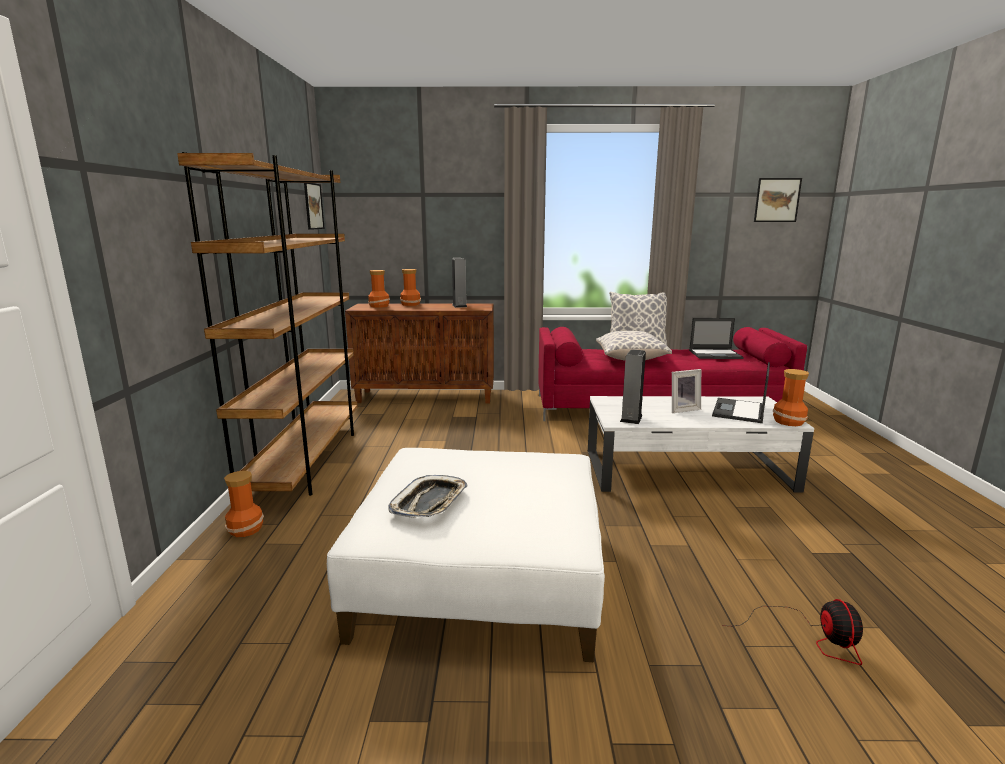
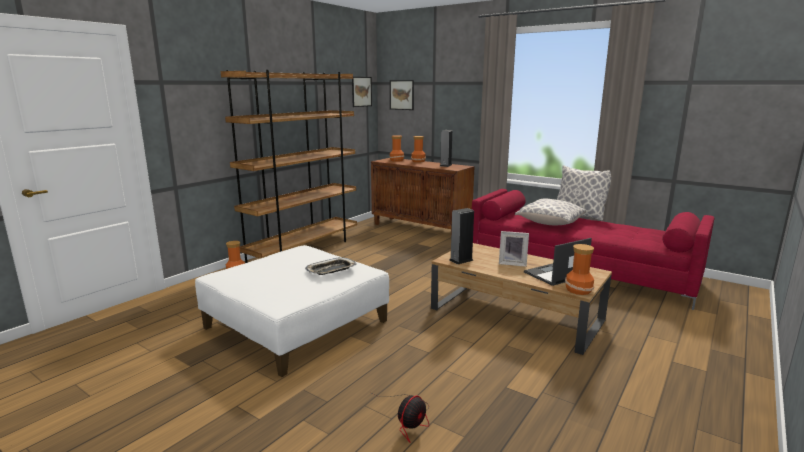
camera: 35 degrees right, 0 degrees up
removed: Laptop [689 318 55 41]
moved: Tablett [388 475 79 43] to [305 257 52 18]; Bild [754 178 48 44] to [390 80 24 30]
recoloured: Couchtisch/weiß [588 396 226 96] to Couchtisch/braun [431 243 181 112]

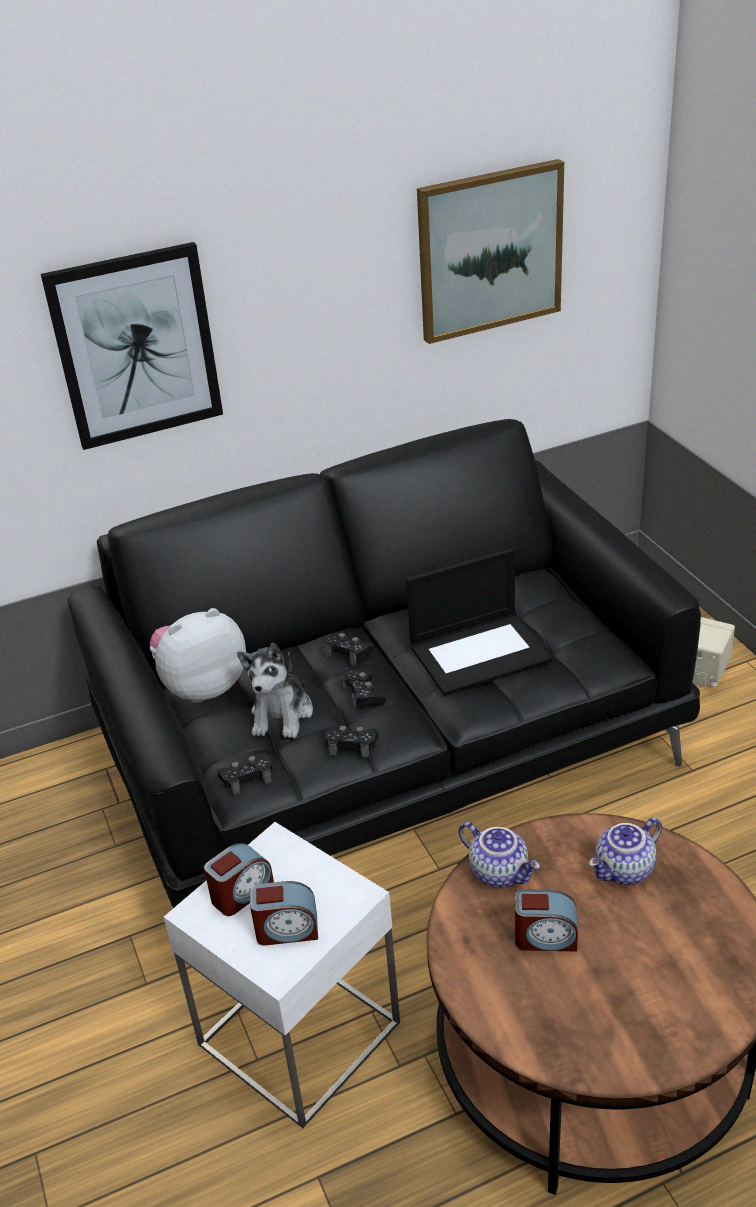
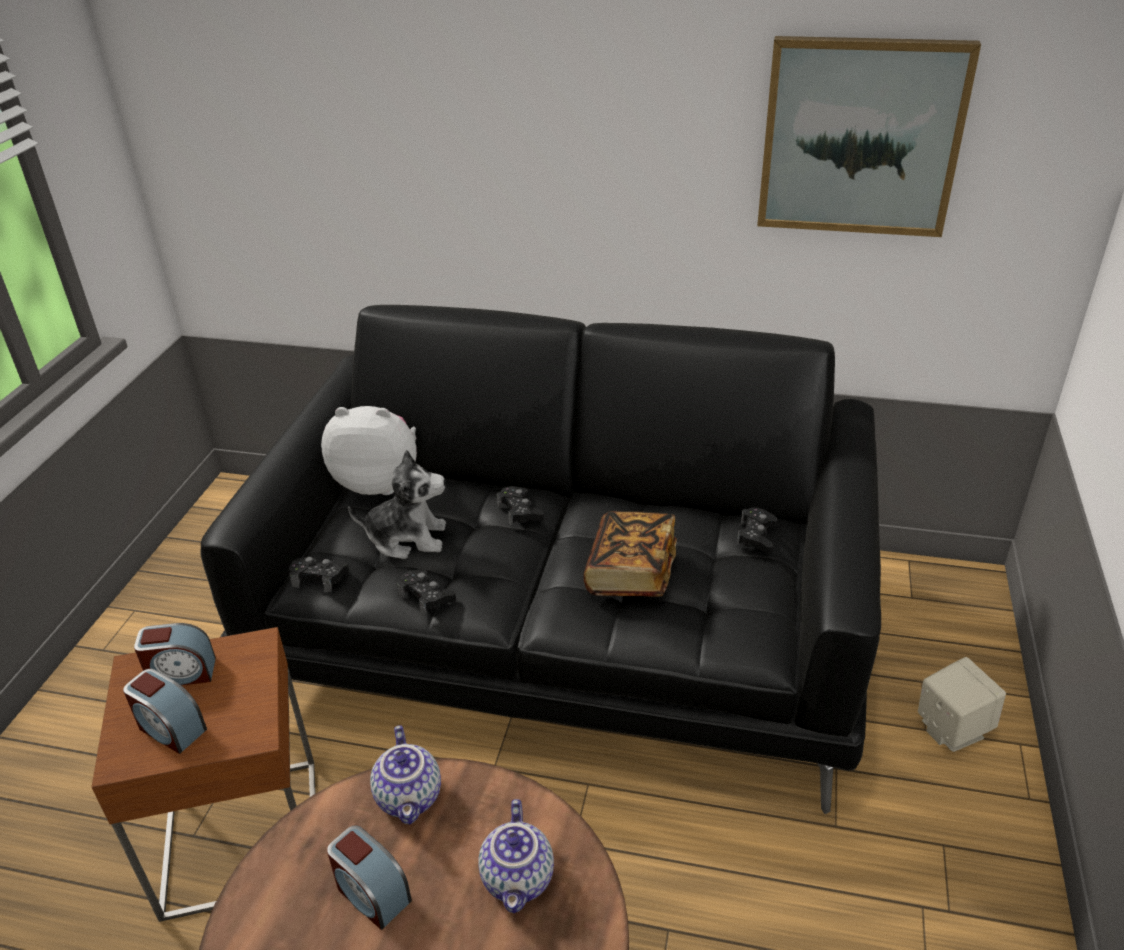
camera: 35 degrees right, 0 degrees up
removed: Bild [41 242 182 208]
moved: Gamepad/schwarz [341 669 45 40] to [737 507 40 47]
replaced: Laptop [406 548 146 148] to Buch [584 511 93 86]
recoloured: Beistelltisch/weiß [164 822 236 306] to Beistelltisch/braun [92 627 224 295]
turned: Plüschtier [237 643 76 96] = [348 450 98 109] 135 degrees counterclockwise; Teekanne [589 817 73 68] = [478 799 76 114] 90 degrees counterclockwise

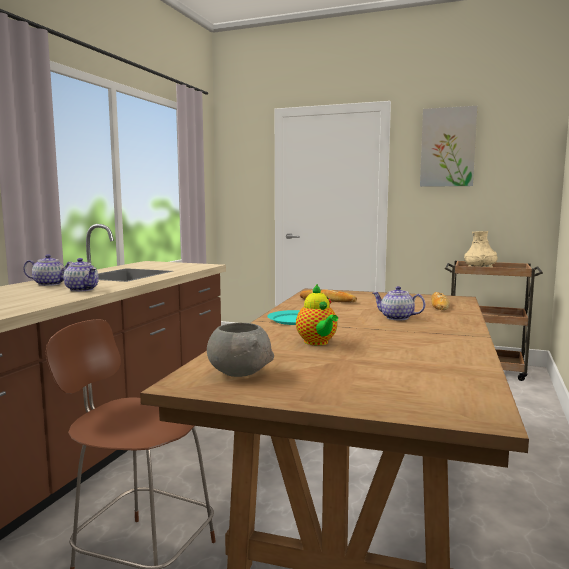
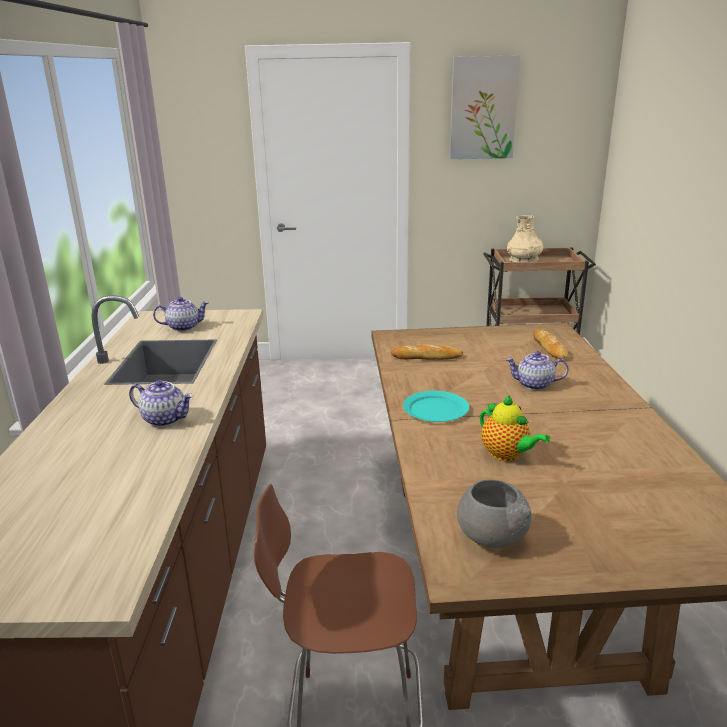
camera: 20 degrees left, 15 degrees up
moved: Teekanne [23 254 50 32] to [153 297 56 34]

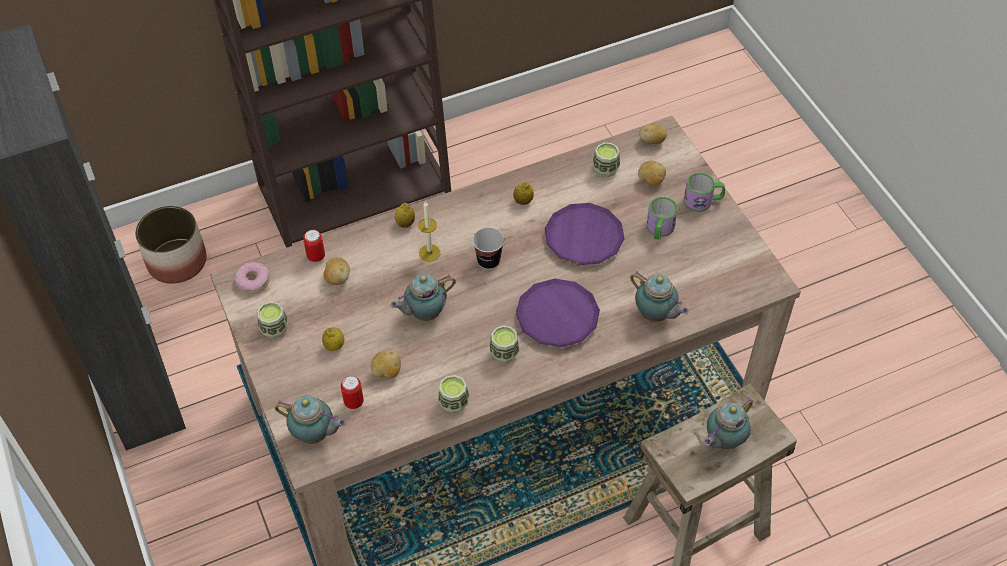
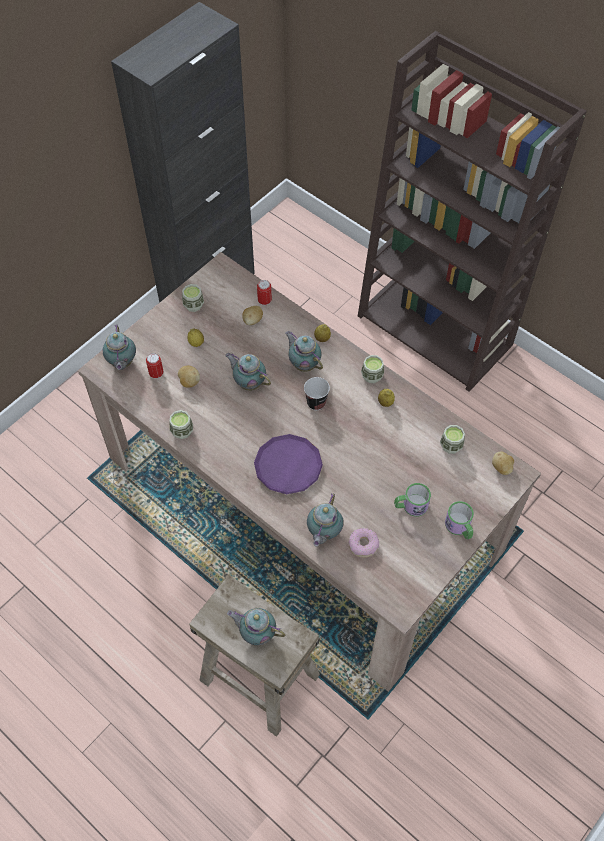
camera: 65 degrees right, 5 degrees up
removed: Pflanzkübel [135 206 72 78]; Teller/lila [545 203 80 62]; Kartoffel [638 161 28 25]
moved: Donut [235 262 35 32] to [348 528 31 30]; Tasse [490 325 29 38] to [361 355 23 28]
replaced: Kerze [418 201 22 61] to Teekanne [285 331 38 41]

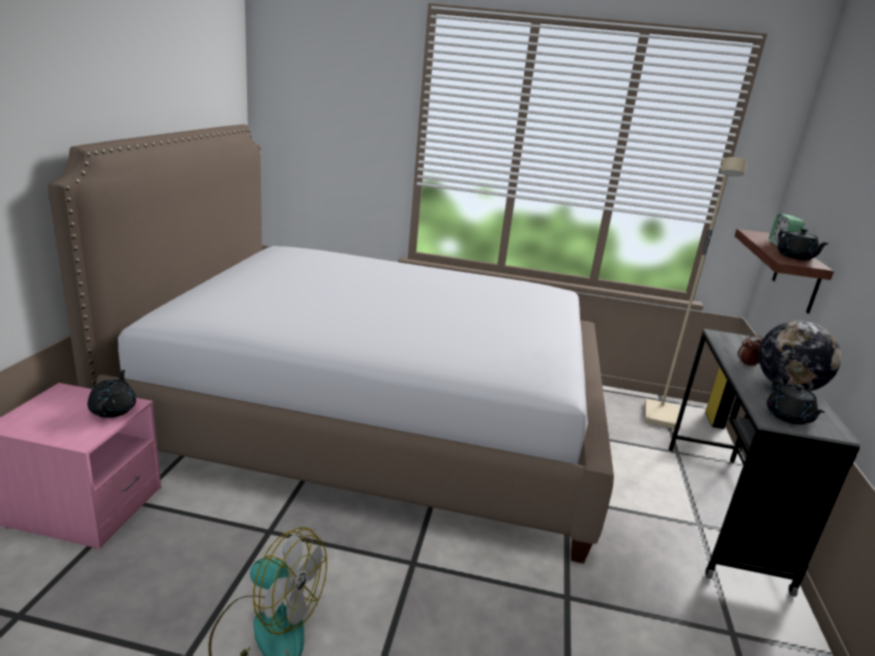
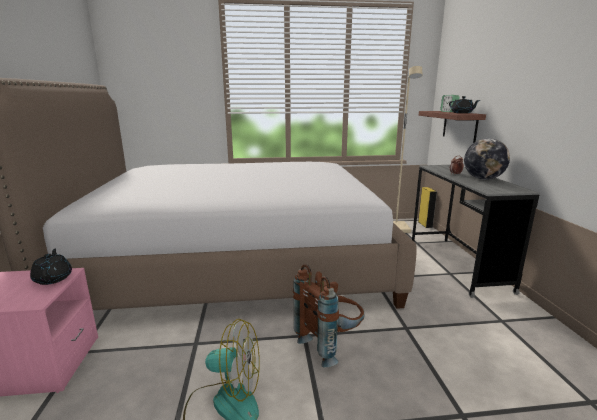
camera: 15 degrees left, 5 degrees down
removed: Teekanne/schwarz [767 381 58 44]
added: Rucksack/braun [293 264 71 103]

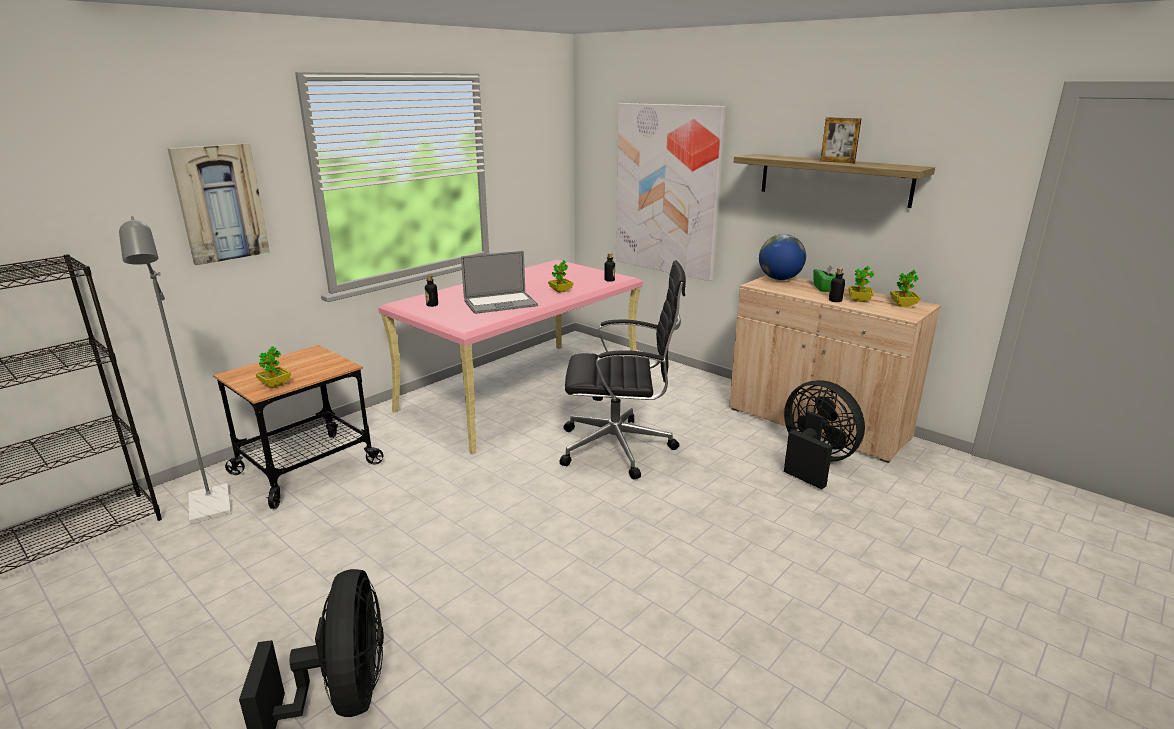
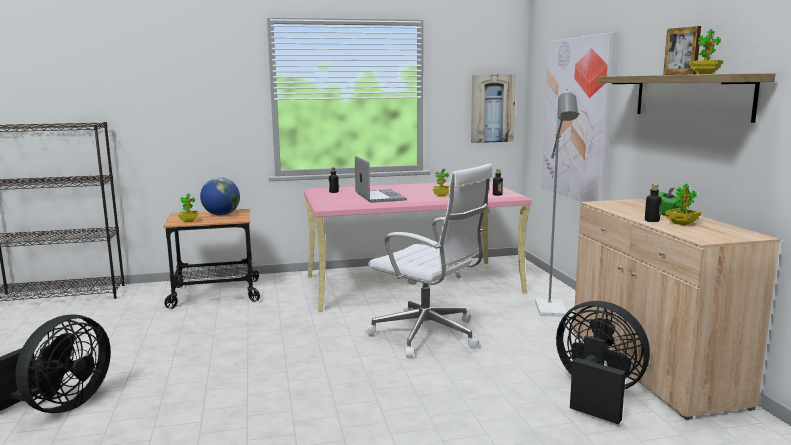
camera: 35 degrees right, 10 degrees down
moved: Stehlampe/grau [119 216 112 308] to [535 89 43 228]; Bild [167 143 103 122] to [471 74 45 69]; Globus [759 234 47 46] to [200 177 40 39]; Topfpflanze [890 270 31 37] to [689 29 34 45]
recoloured: Bürostuhl/schwarz [560 260 126 220] to Bürostuhl/weiß [365 164 128 194]
turned: Laptop [461 251 77 63] = [355 156 52 47] 120 degrees counterclockwise; Ventilator/schwarz [784 380 81 109] = [556 301 94 123] 45 degrees counterclockwise

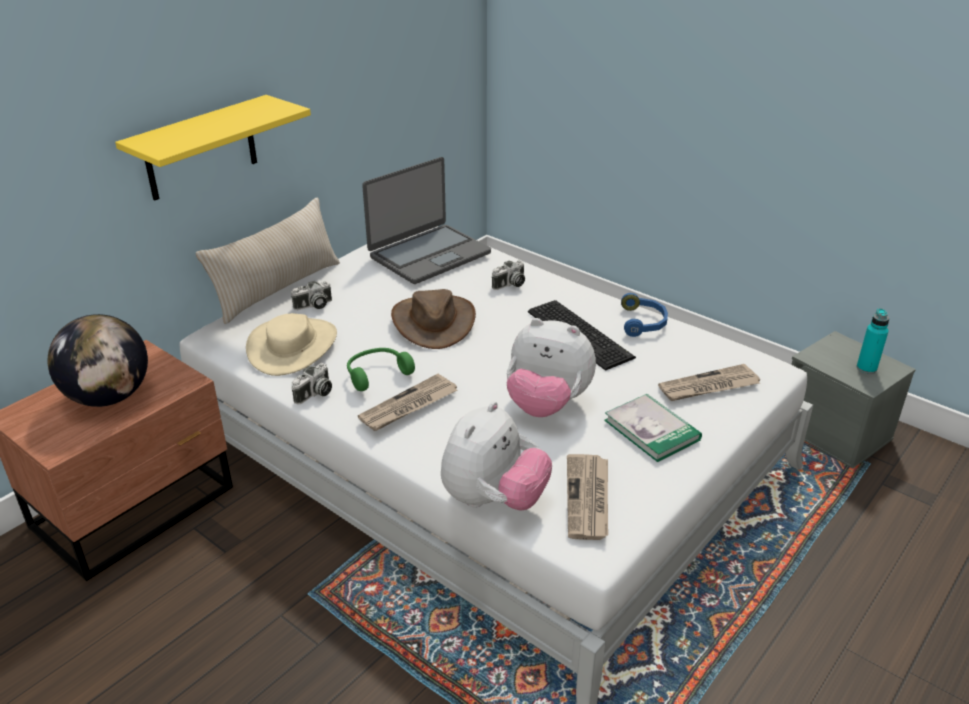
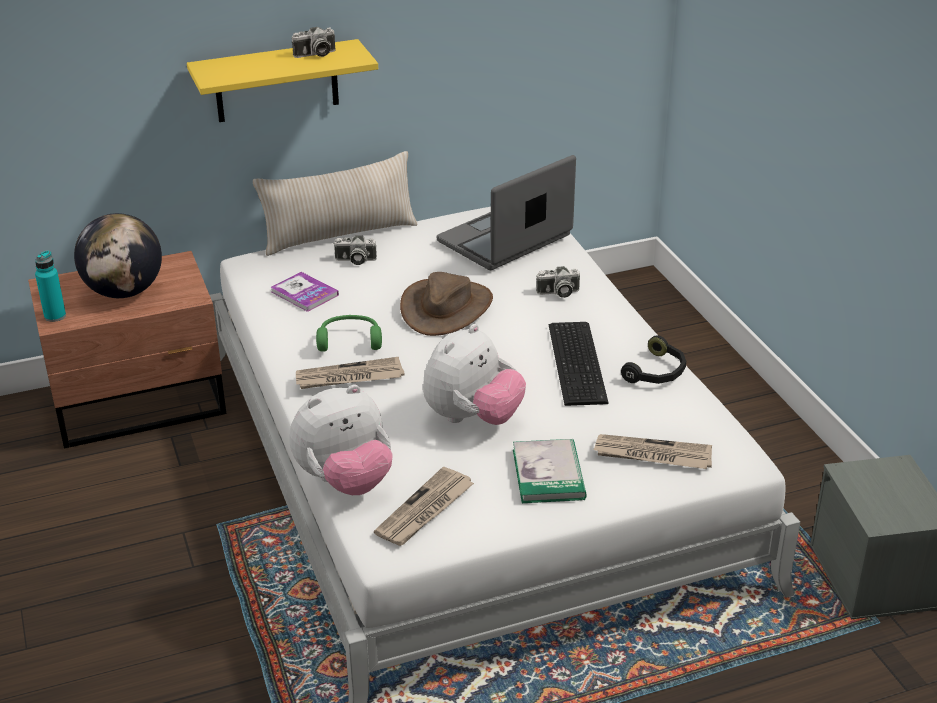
camera: 30 degrees right, 0 degrees up
moved: Kamera [291 363 41 42] to [291 27 45 31]; Flasche/türkis [856 308 33 66] to [35 251 31 71]
replaced: Hut/beige [246 313 91 63] to Buch [271 272 68 40]
recoloured: Kopfhörer/blau [621 293 47 44] to Kopfhörer/schwarz [621 335 65 49]
turned: Laptop [362 157 129 127] = [437 155 139 115] 150 degrees clockwise; Plüschtier [507 318 89 99] = [423 324 103 101] 105 degrees counterclockwise

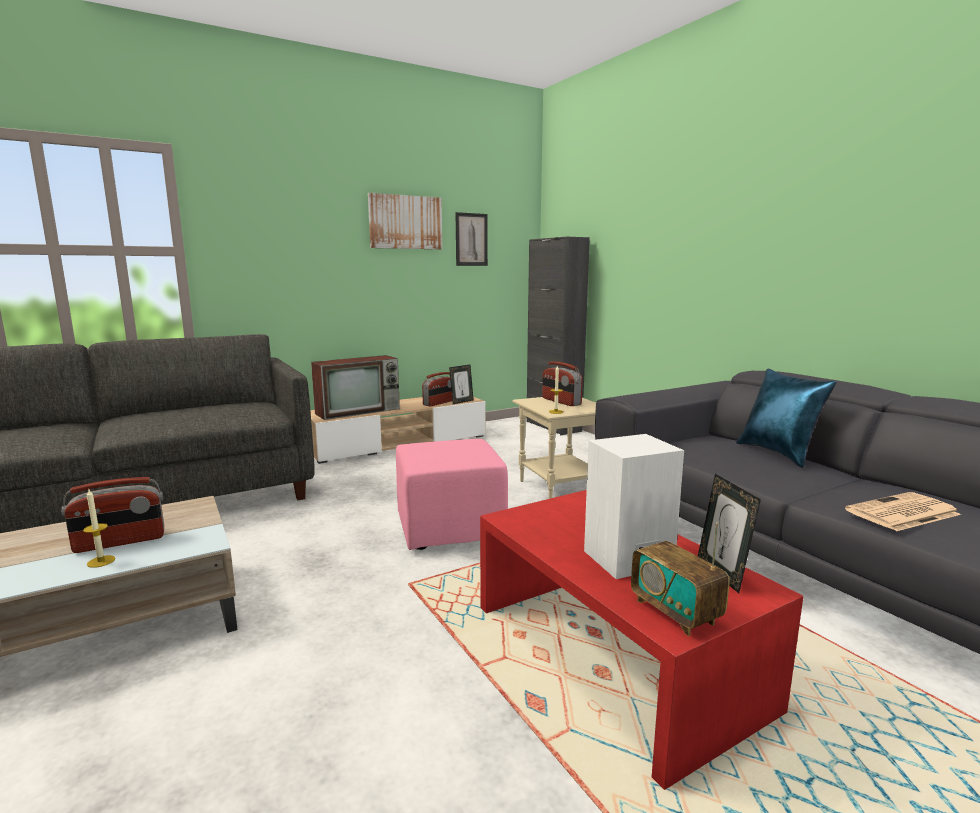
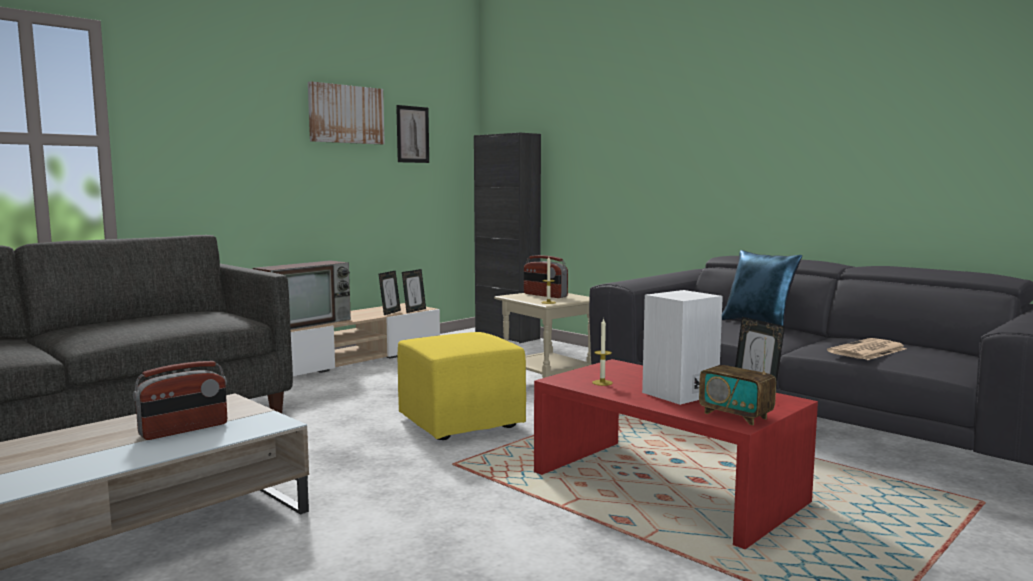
camera: 15 degrees left, 5 degrees down
moved: Kerze [83 490 32 78] to [592 318 21 68]
replaced: Radio [422 372 30 34] to Bilderrahmen [378 270 23 45]
recoloured: Polsterhocker/rosa [396 439 112 111] to Polsterhocker/gelb [398 332 128 108]

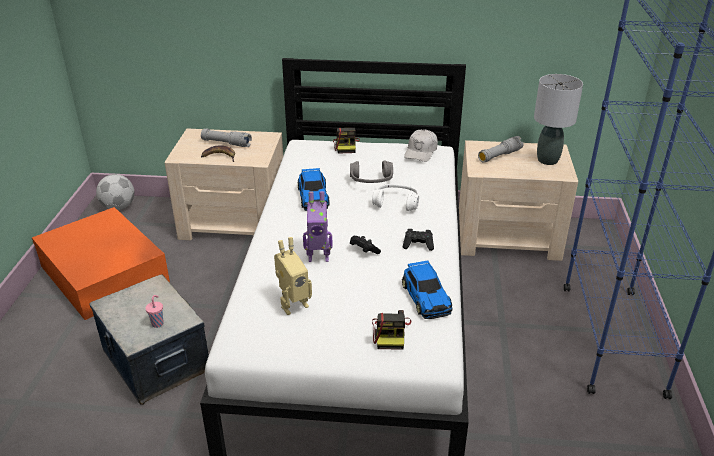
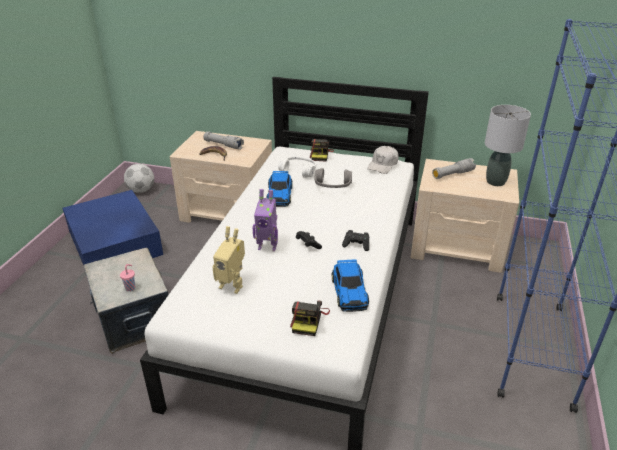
camera: 10 degrees right, 0 degrees up
moved: Kopfhörer/weiß [372 184 47 27] to [278 157 38 21]
recoloured: Aufbewahrungsbox/orange [32 207 138 113] to Aufbewahrungsbox/blau [62 190 101 75]
turned: Spielzeugroboter [274 237 38 78] = [212 226 33 68] 45 degrees clockwise

